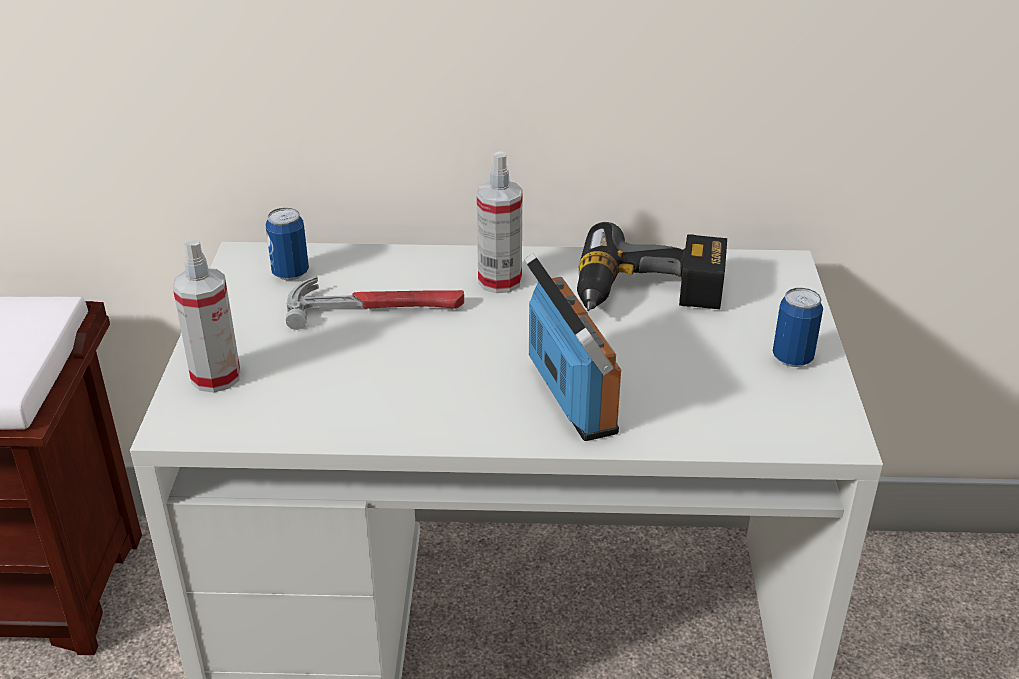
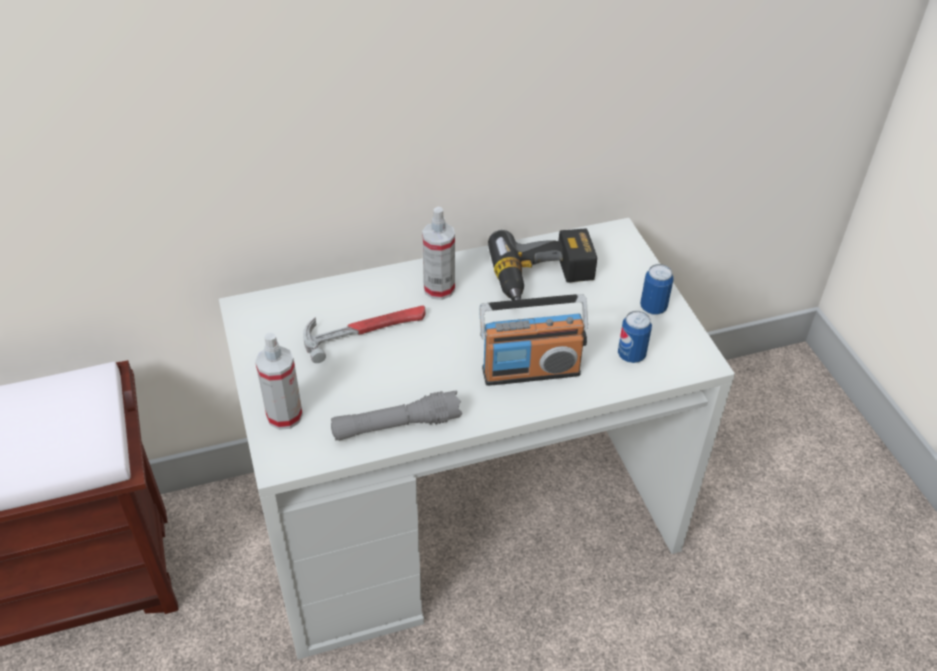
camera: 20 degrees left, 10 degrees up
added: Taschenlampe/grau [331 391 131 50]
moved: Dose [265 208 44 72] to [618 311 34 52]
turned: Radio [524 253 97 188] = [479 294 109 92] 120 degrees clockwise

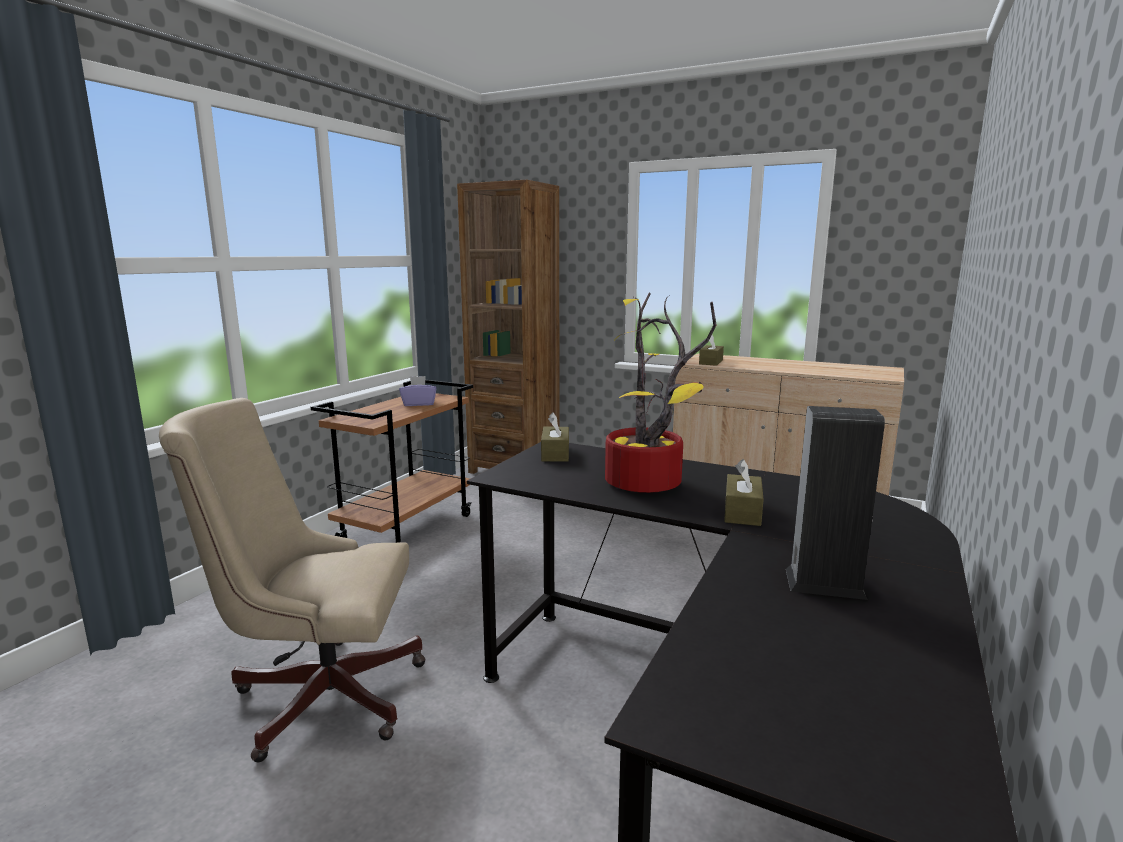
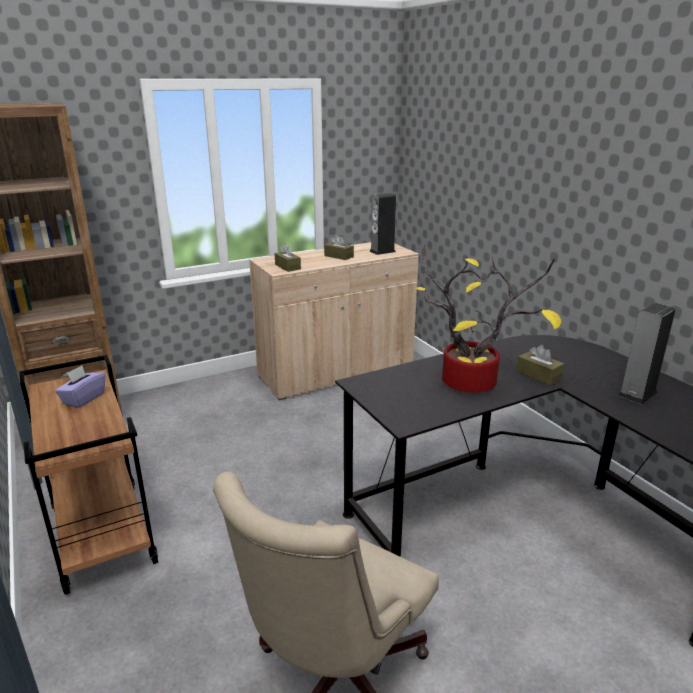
camera: 55 degrees left, 10 degrees up
added: Lautsprecher [370 193 26 62]
moved: Taschentuchbox/braun [541 412 28 50] to [324 234 30 26]

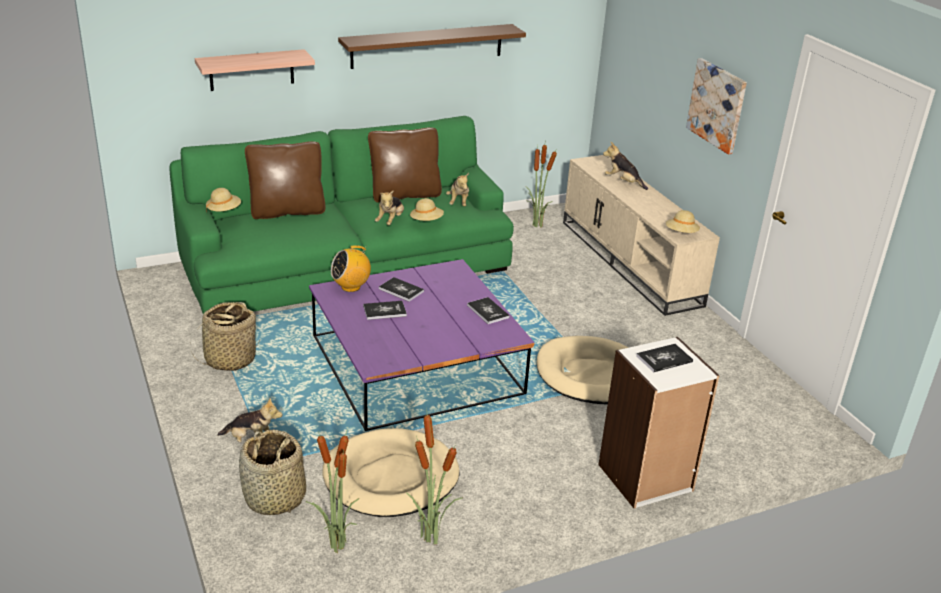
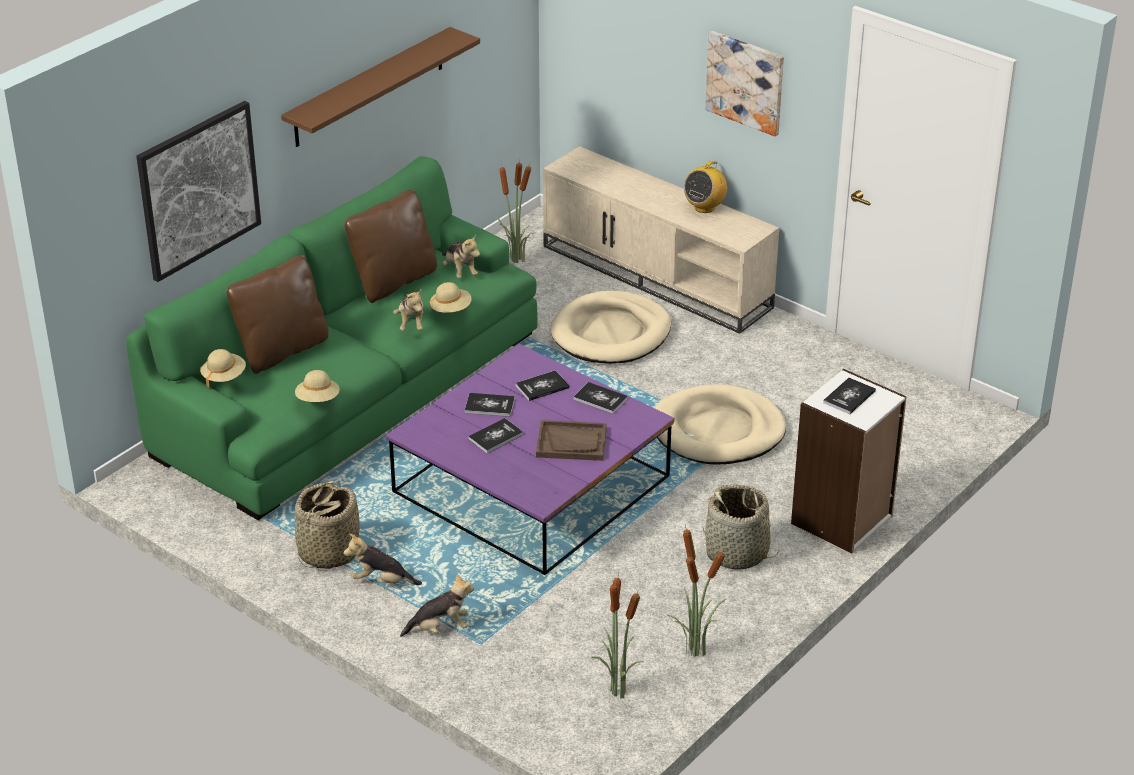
camera: 25 degrees left, 5 degrees up
added: Buch [516 370 54 31]; Tablett/braun [536 420 71 41]
moved: Korb [239 429 67 86] to [703 484 76 86]; Hundebett/beige [322 428 138 89] to [550 291 121 73]; Radio [331 245 40 47] to [684 161 43 52]; Plüschtier [603 142 45 48] to [344 534 78 51]; Hut/beige [666 210 34 23] to [295 370 45 32]
replaced: Wandregal [195 49 120 42] to Bild [136 101 125 181]

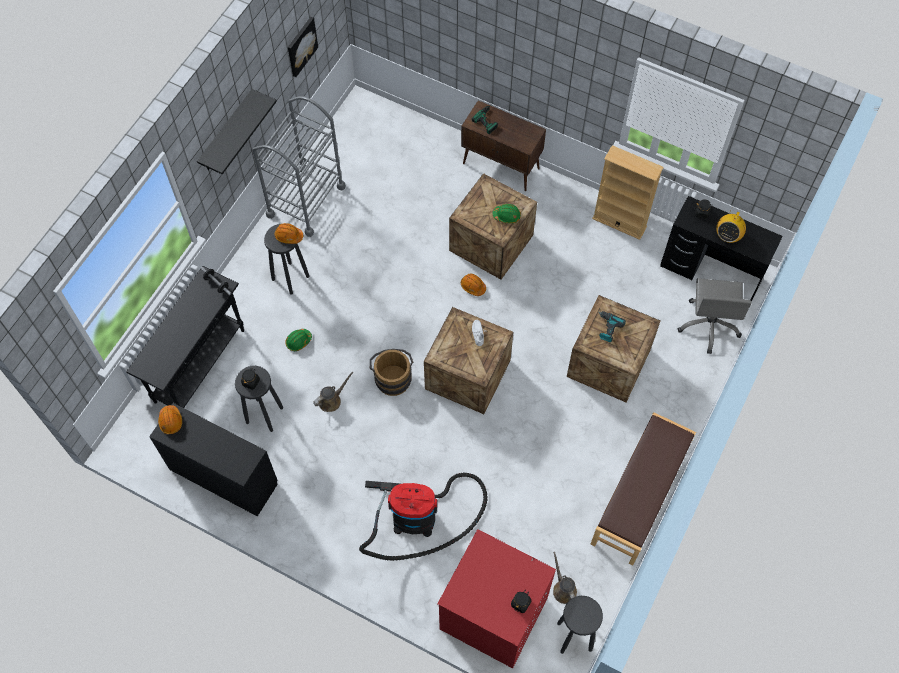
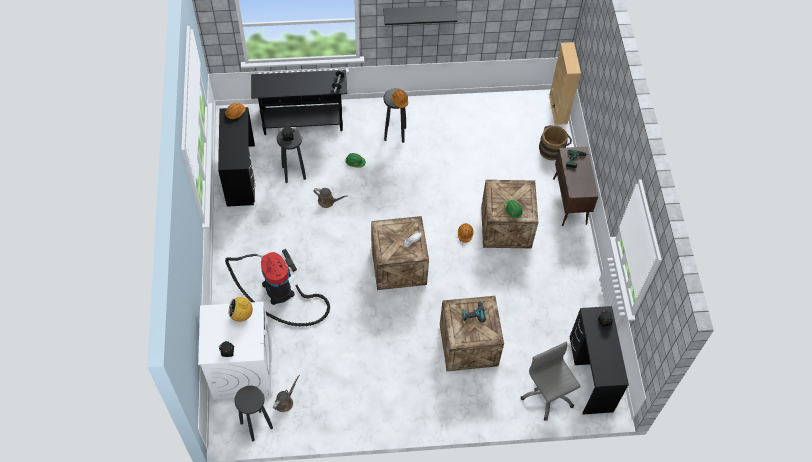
camera: 55 degrees right, 5 degrees down
removed: Rollwagen/grau [253 96 93 141]; Bild [288 17 30 60]; Bank/braun [590 412 106 154]
moved: Eimer/braun [370 349 43 47] to [539 125 33 35]; Bücherregal/beige [592 145 72 95] to [549 42 32 83]; Radio [716 212 30 31] to [229 297 24 25]
recoloured: Waschmaschine/rot [437 529 119 139] to Waschmaschine/weiß [198 302 74 98]
turned: Bürostuhl/grau [678 278 74 76] = [521 342 60 79] 90 degrees clockwise

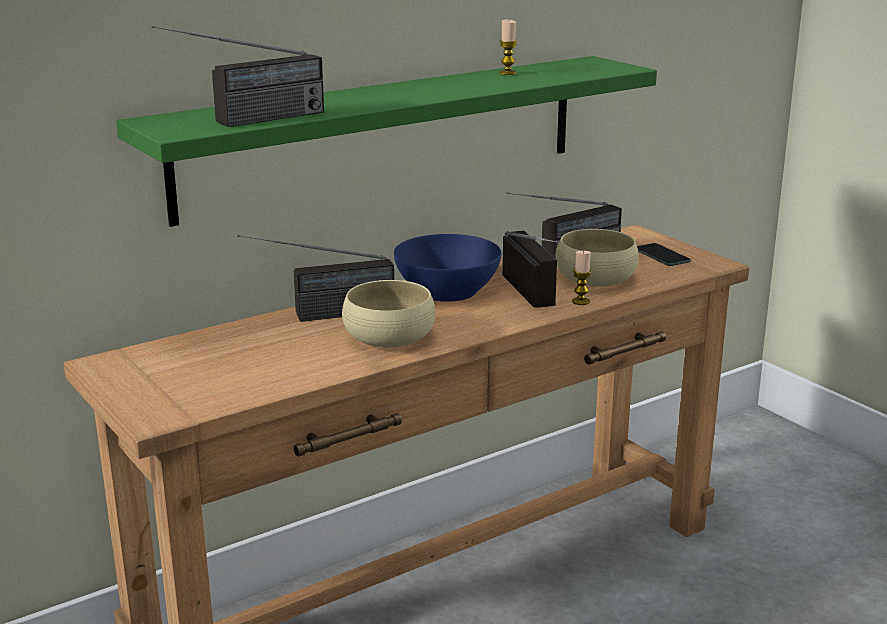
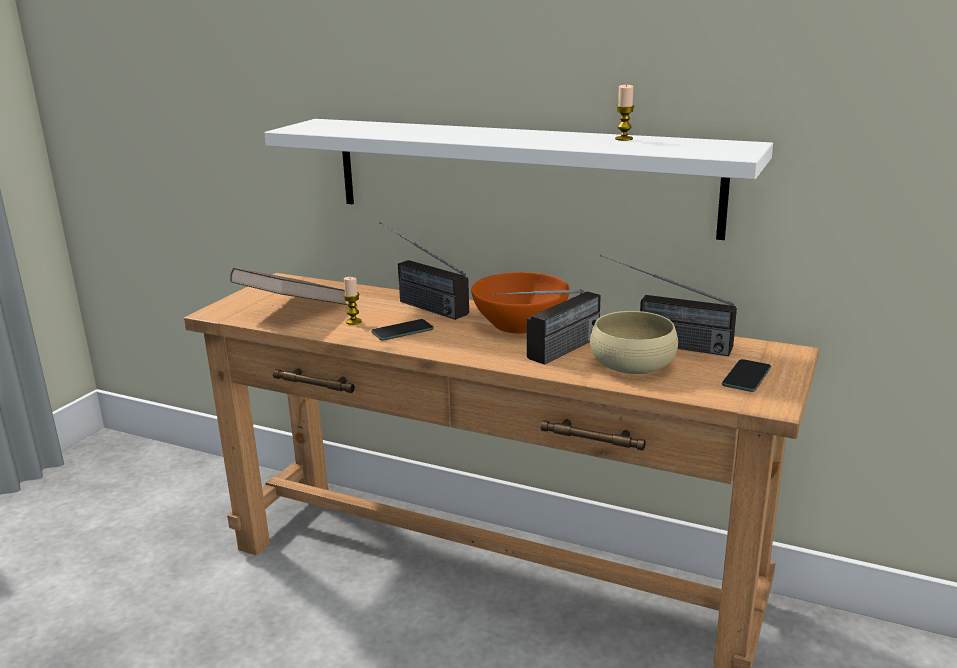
camera: 60 degrees right, 0 degrees up
removed: Radio [151 25 173 102]
added: Buch/braun [230 268 117 37]
moved: Kerze [572 251 20 54] to [343 277 18 48]
replaced: Schüssel/beige [342 280 94 68] to Handy [371 319 63 22]
recoloured: Wandregal/grün [116 56 541 171] to Wandregal/weiß [264 119 509 121]; Schüssel/blau [394 234 107 67] to Schüssel/orange [471 272 99 62]

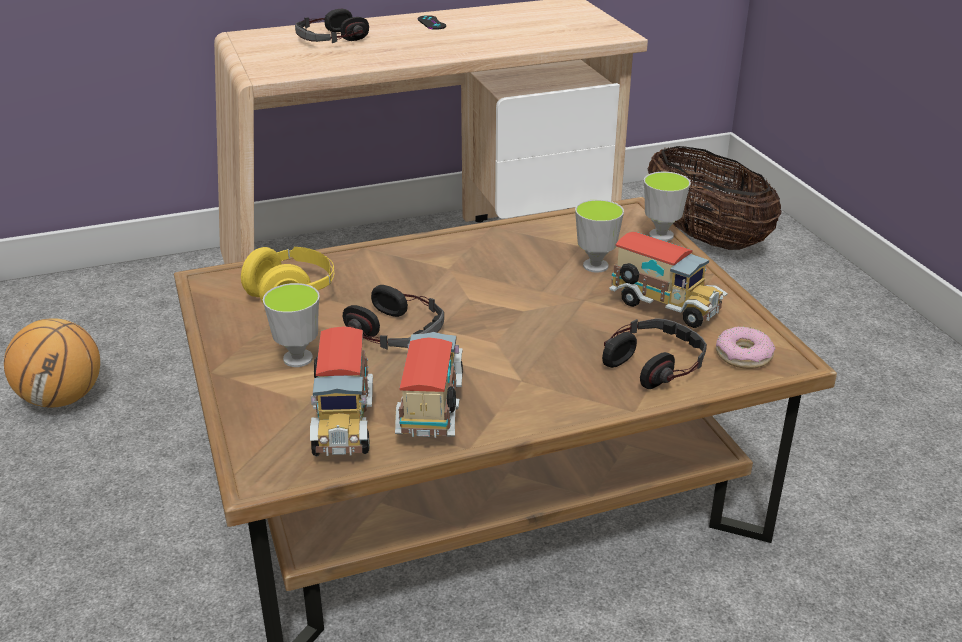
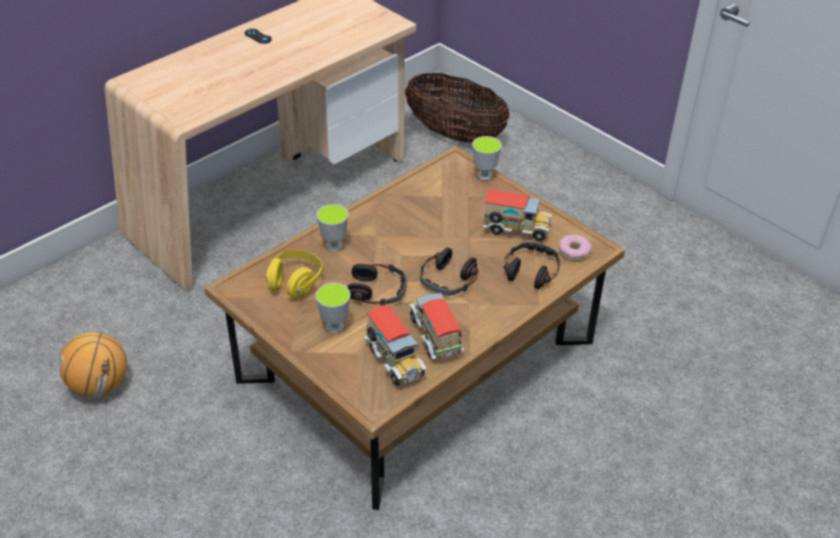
camera: 25 degrees left, 10 degrees up
moved: Kopfhörer [295 9 74 34] to [420 247 59 48]; Tasse [575 199 49 74] to [317 204 32 48]

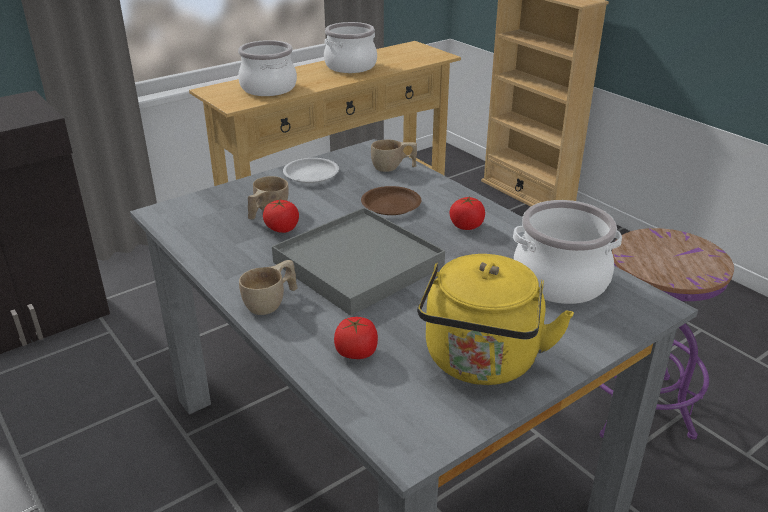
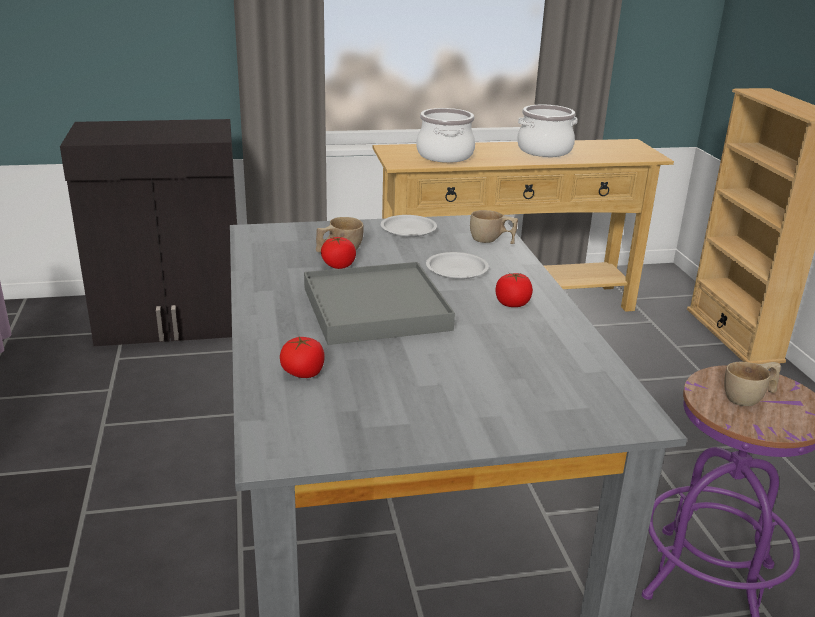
camera: 25 degrees right, 5 degrees down
removed: Wasserkessel/gelb [417 254 157 131]; Kochtopf [513 200 109 104]
moved: Tasse/beige [239 260 59 55] to [724 362 57 44]
recoloured: Teller/braun [361 186 60 29] to Teller/weiß [426 252 63 27]

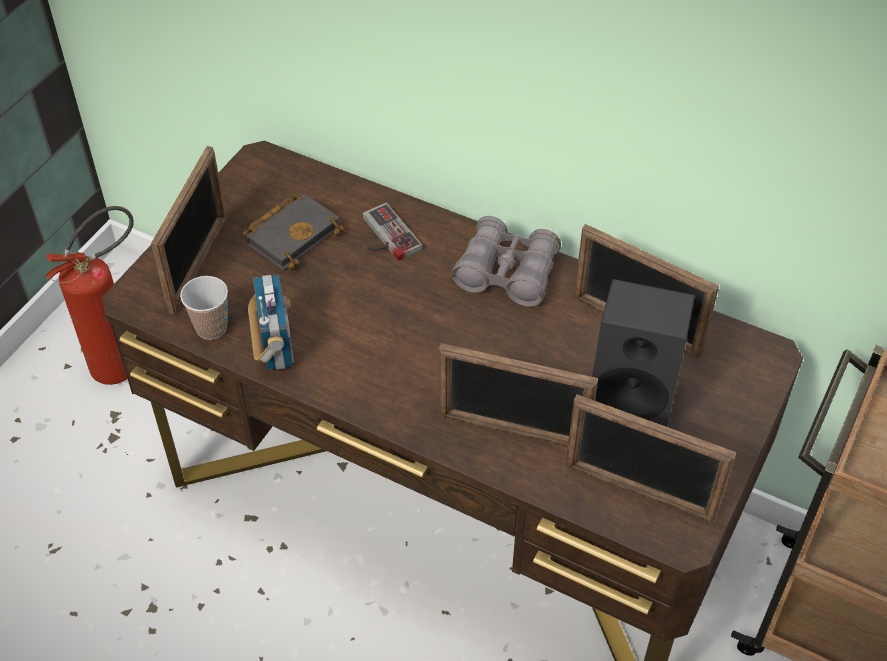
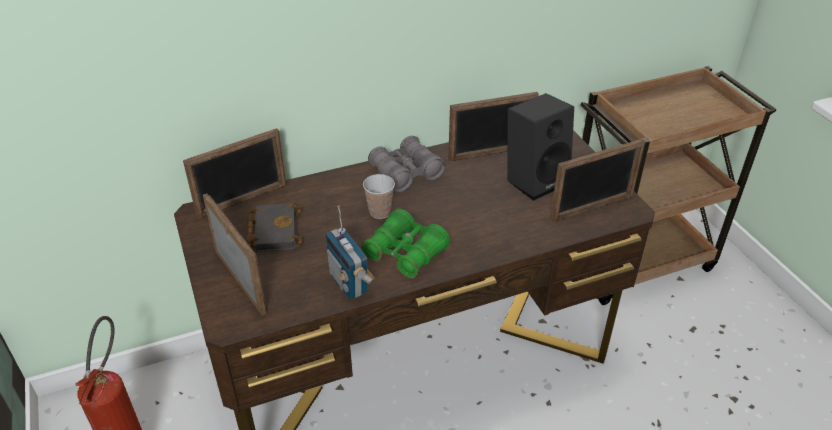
camera: 50 degrees left, 10 degrees down
removed: Gamepad [363 203 59 58]
added: Fernglas/grün [361 209 89 69]
moved: Tasse [180 276 48 64] to [363 174 32 45]; Bilderrahmen [439 343 159 103] to [183 128 104 91]
turned: Radio [248 275 47 95] = [325 206 50 94] 150 degrees counterclockwise

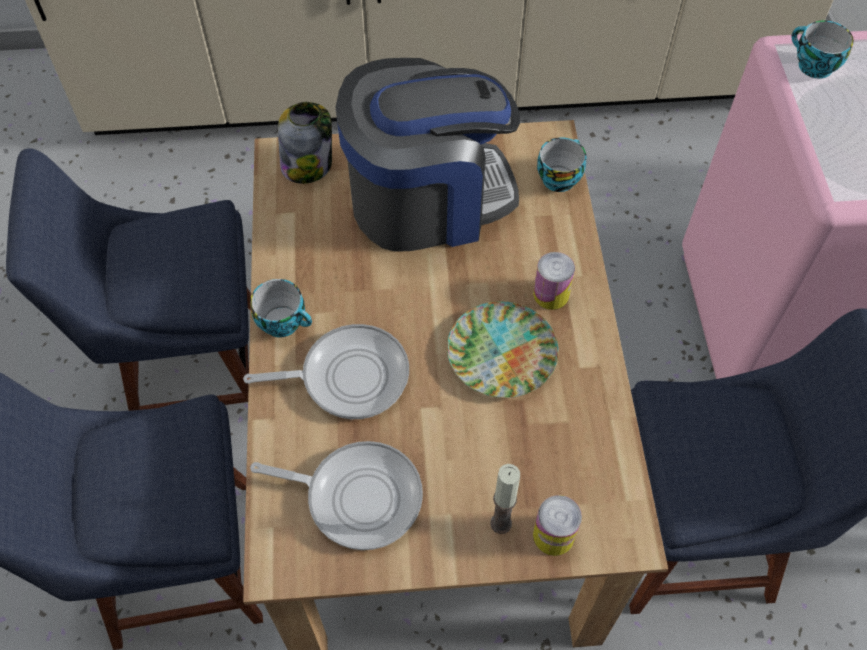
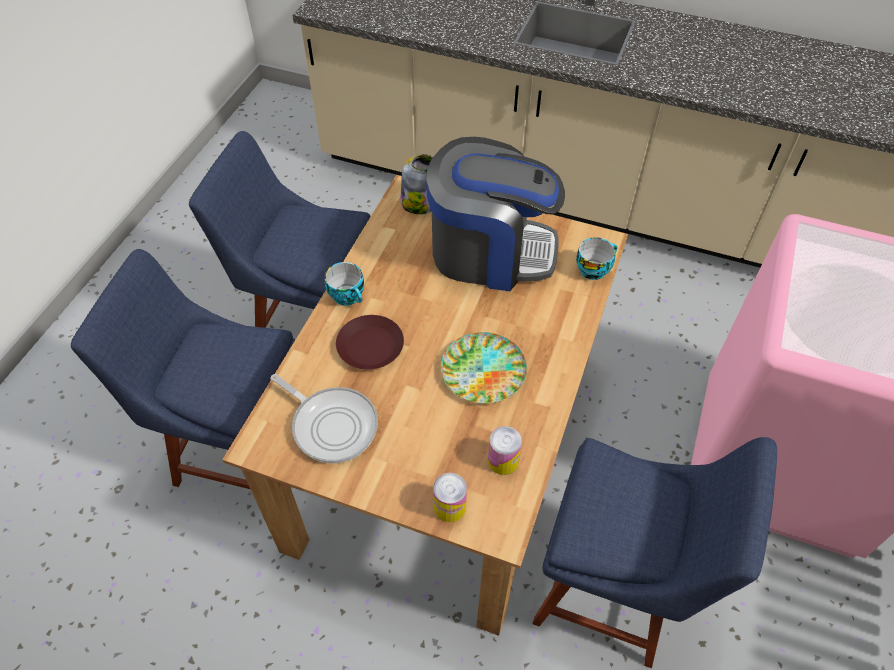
camera: 25 degrees right, 5 degrees down
removed: Kerze [490 464 30 70]; Tasse [792 20 62 58]
moved: Dose [533 252 42 58] to [488 426 34 49]
replaced: Pfanne [243 324 166 95] to Teller/braun [336 315 68 55]

